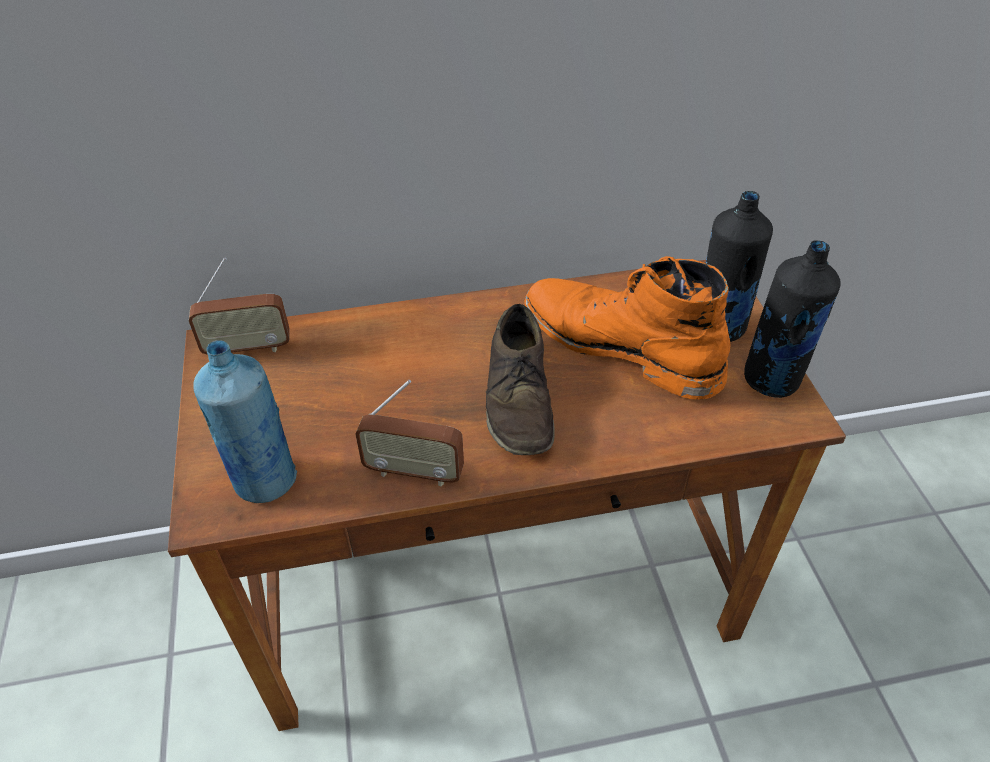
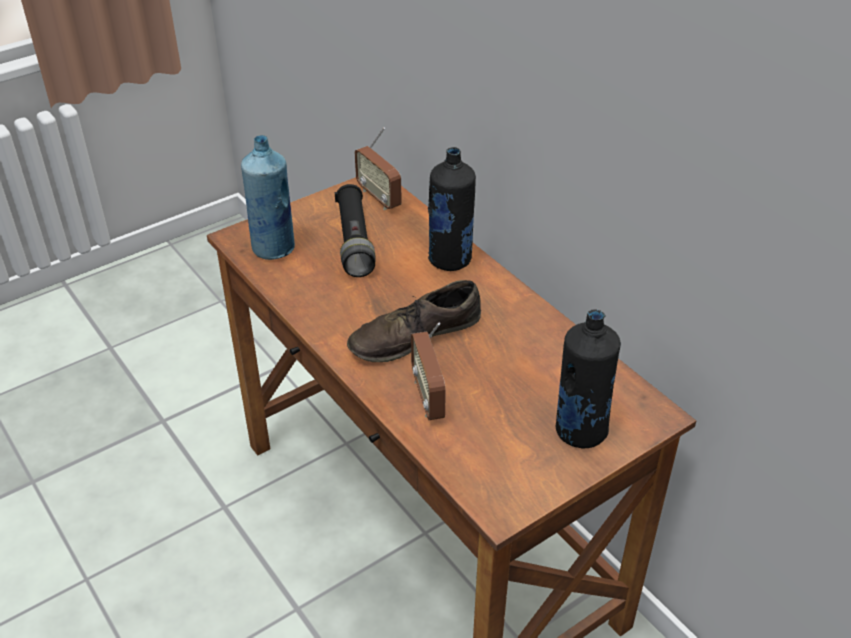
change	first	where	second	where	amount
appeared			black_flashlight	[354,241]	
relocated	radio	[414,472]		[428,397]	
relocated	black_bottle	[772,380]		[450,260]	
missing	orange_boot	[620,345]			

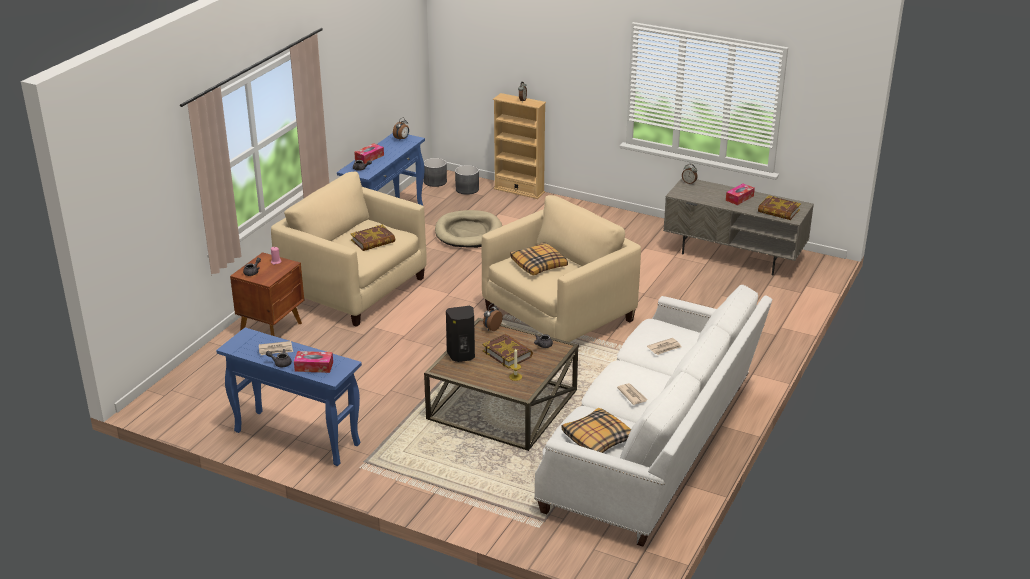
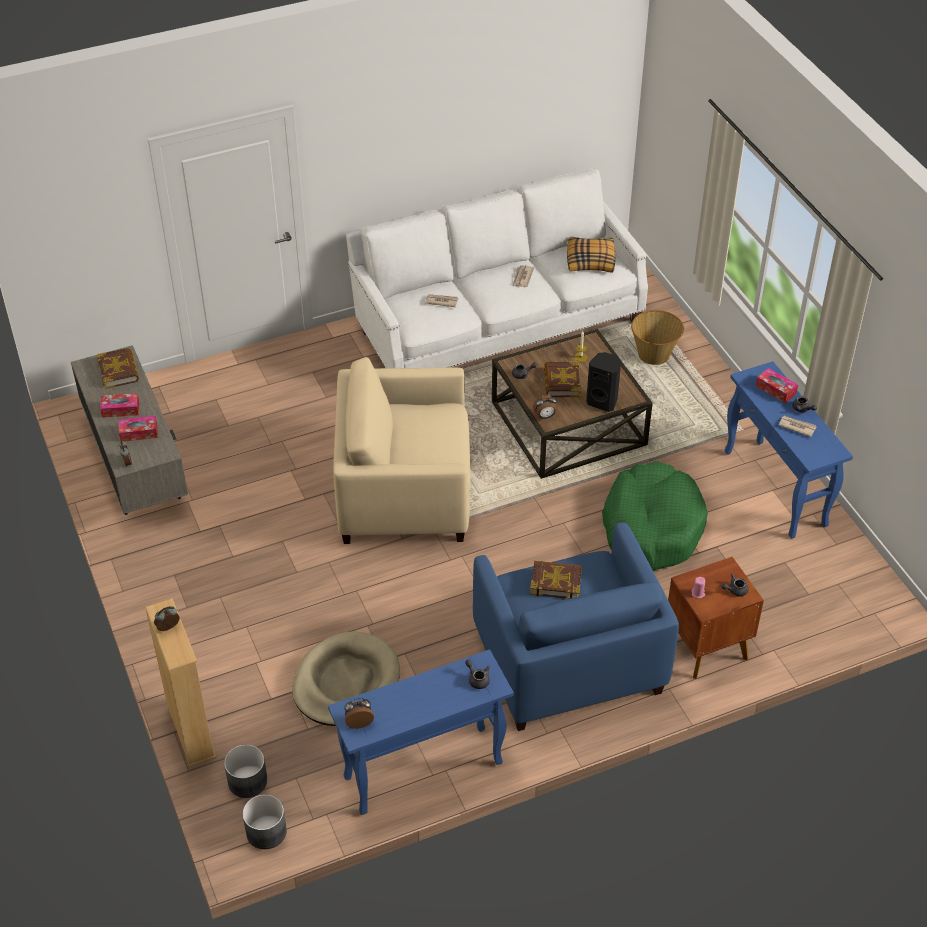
change	first	where	second	where	amount
relocated	tissue_box	[369,157]		[139,433]	
colour	beige_armchair	[354,289]	blue_armchair	[567,661]	
appeared			green_dog_bed	[652,527]	
appeared			basket	[654,355]	
missing	pillow	[539,265]			

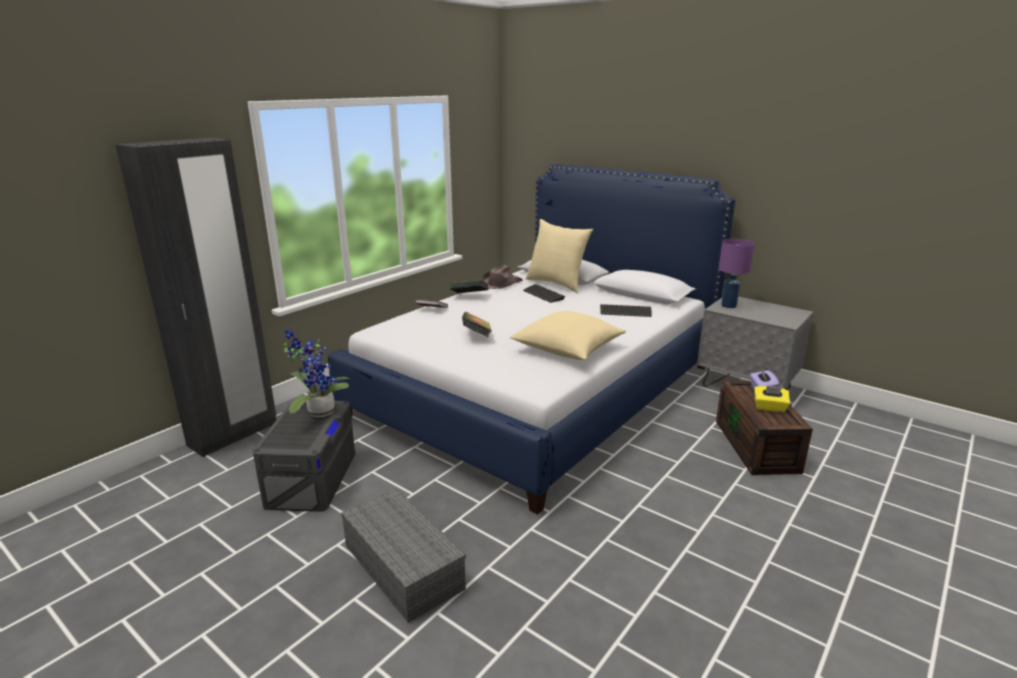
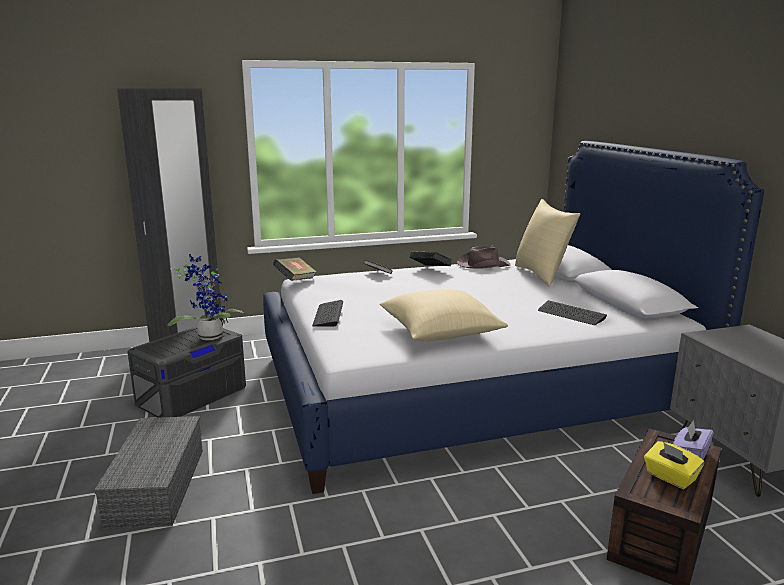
change	first	where	second	where	amount
relocated	book	[476,336]		[295,281]	
relocated	keyboard	[543,294]		[328,315]	
missing	purple_table_lamp	[729,306]			

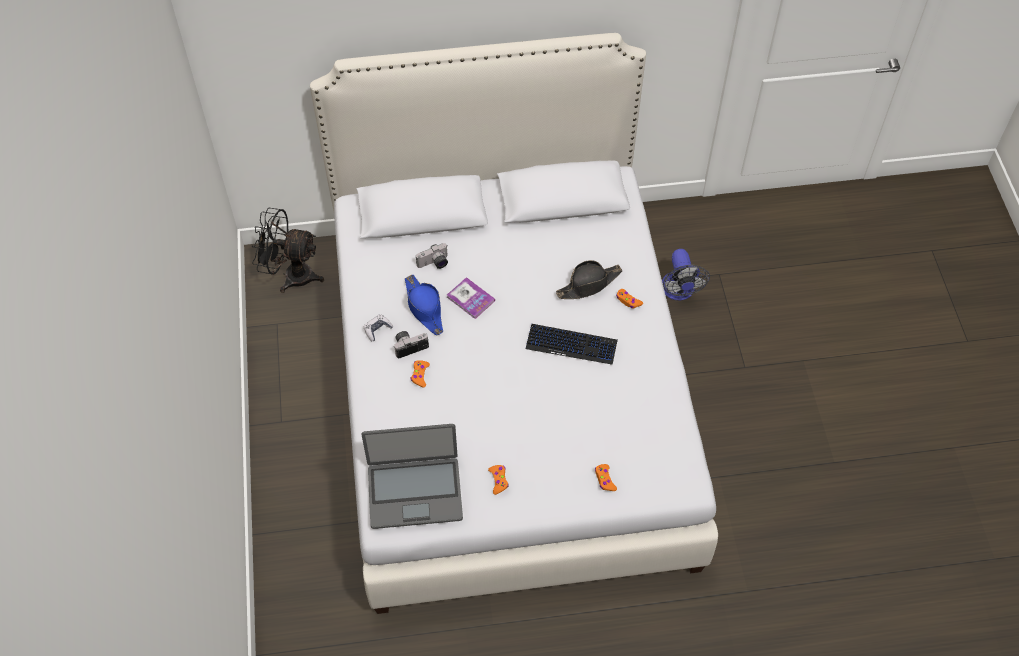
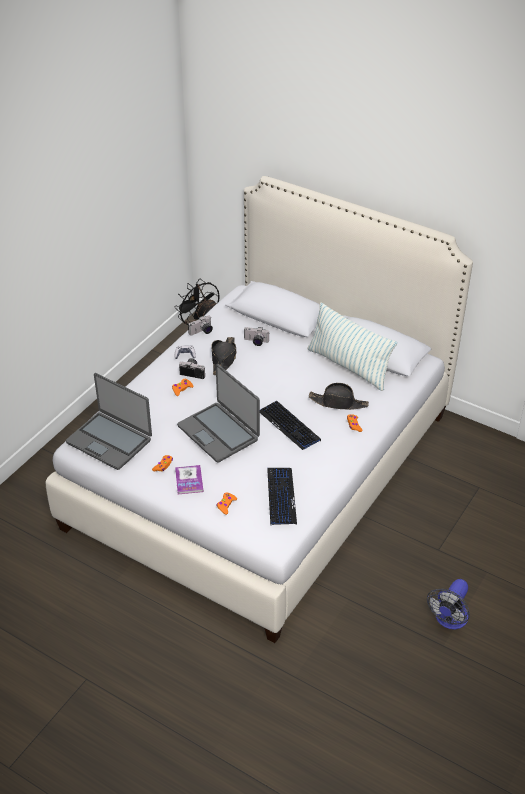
change	first	where	second	where	amount
relocated	book	[470,299]		[189,480]	
appeared			laptop	[219,432]	
appeared			photo_camera	[202,332]	
colour	blue_hat	[424,308]	black_hat	[223,359]	
appeared			keyboard	[281,496]	
appeared			pillow	[348,366]	
relocated	fan	[679,292]		[449,620]	

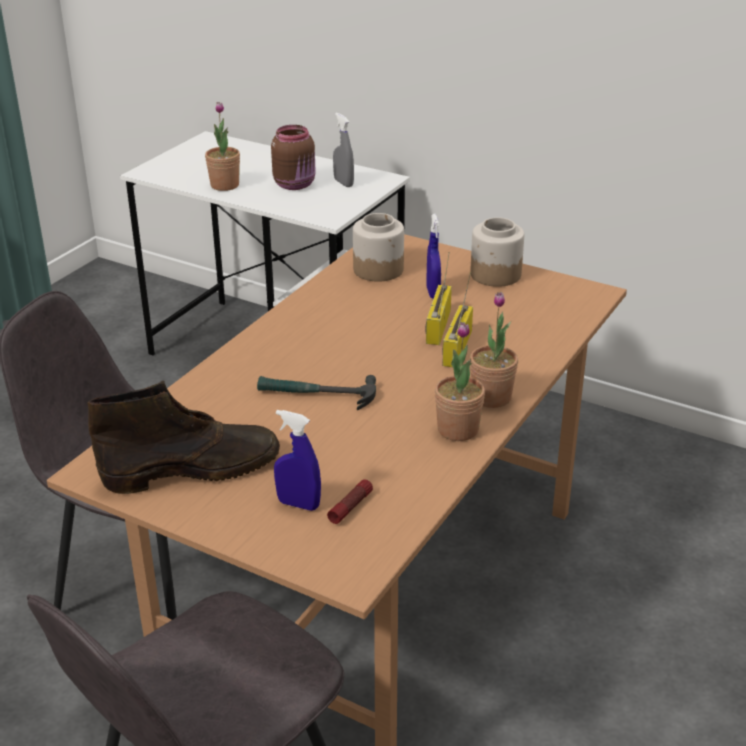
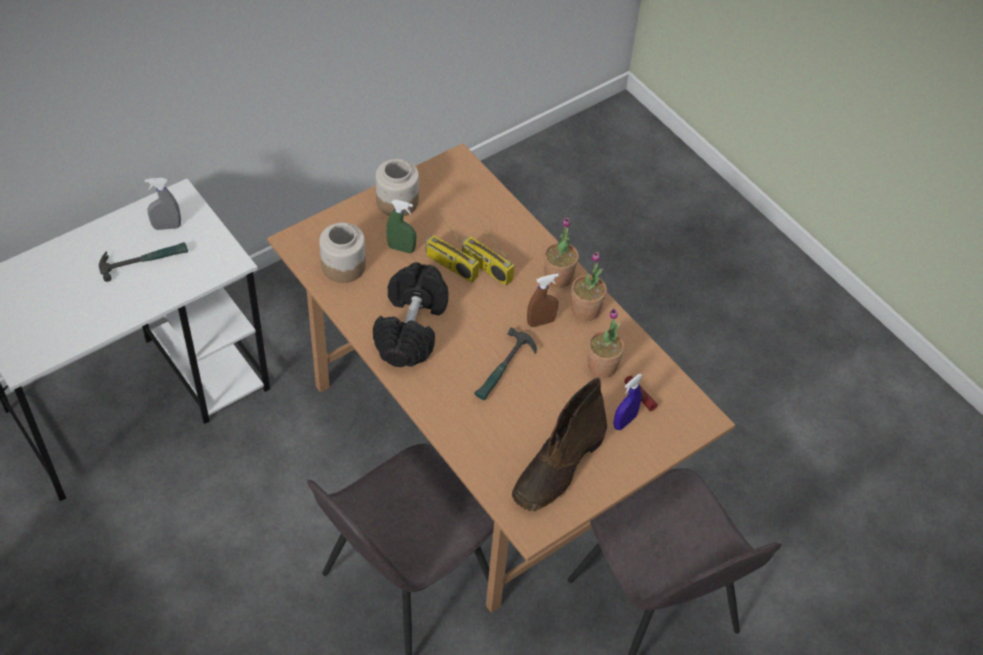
change	first	where	second	where	amount
exchanged	brown_jar	[296,184]	hammer	[144,260]	
appeared			black_dumbbell	[410,327]	
colour	blue_spray_bottle	[433,293]	green_spray_bottle	[401,248]	
spun	brown_boot	[193,469]		[558,467]	150 degrees counterclockwise
appeared			brown_spray_bottle	[541,322]	
relocated	potted_plant	[225,185]		[602,366]	

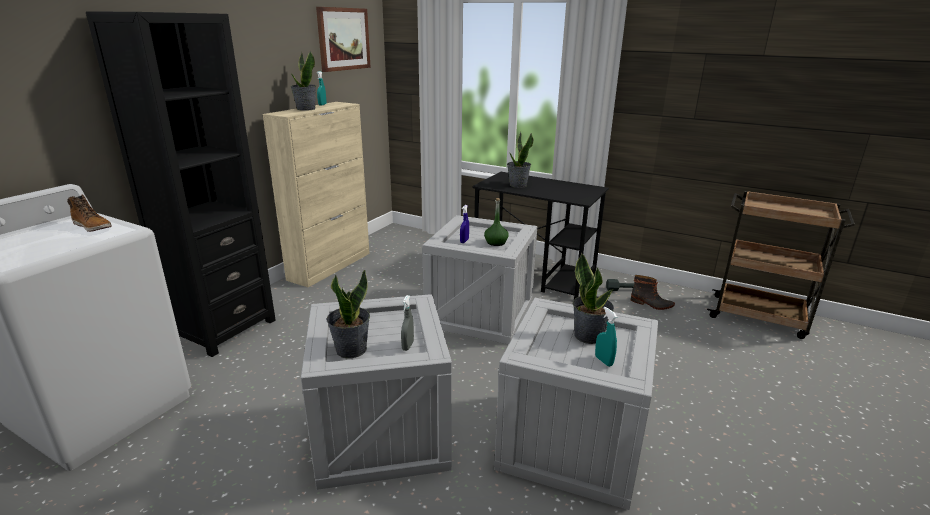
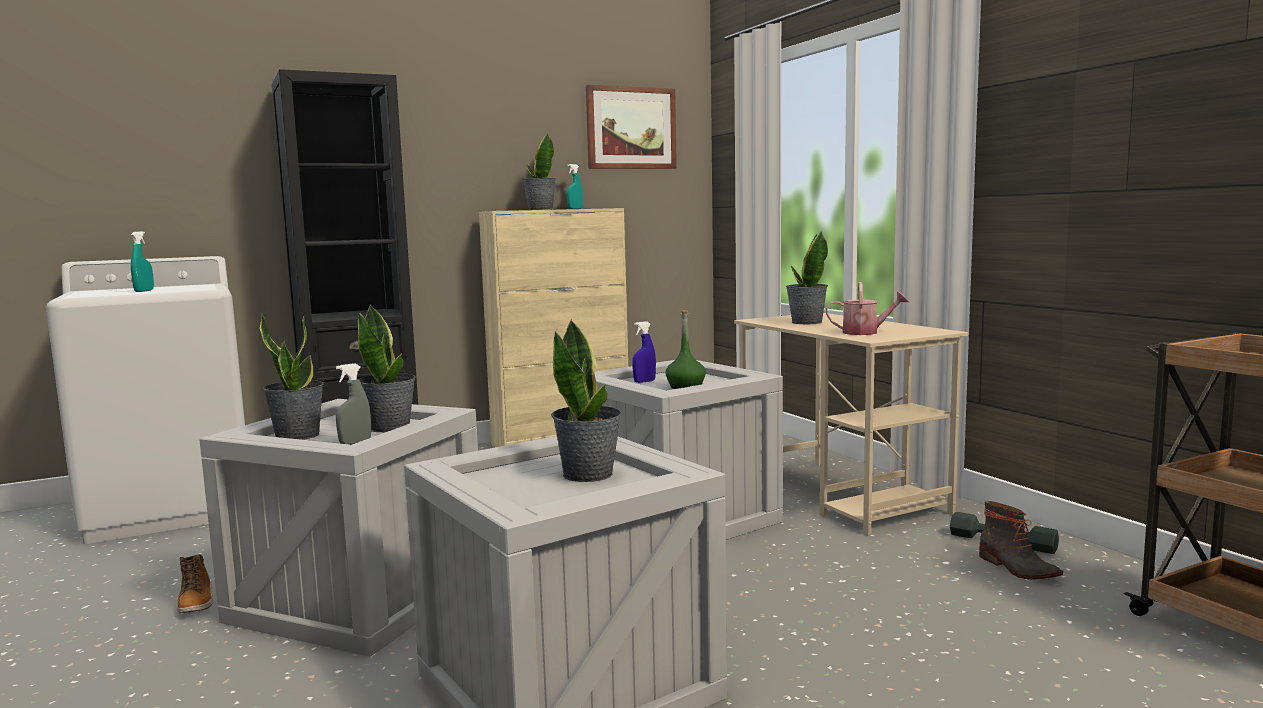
change	first	where	second	where	amount
relocated	turquoise_spray_bottle	[603,361]		[144,291]	
relocated	boot	[93,226]		[196,601]	
appeared			potted_plant	[390,427]	
colour	black_desk	[535,276]	beige_desk	[841,495]	
appeared			watering_can	[865,332]	

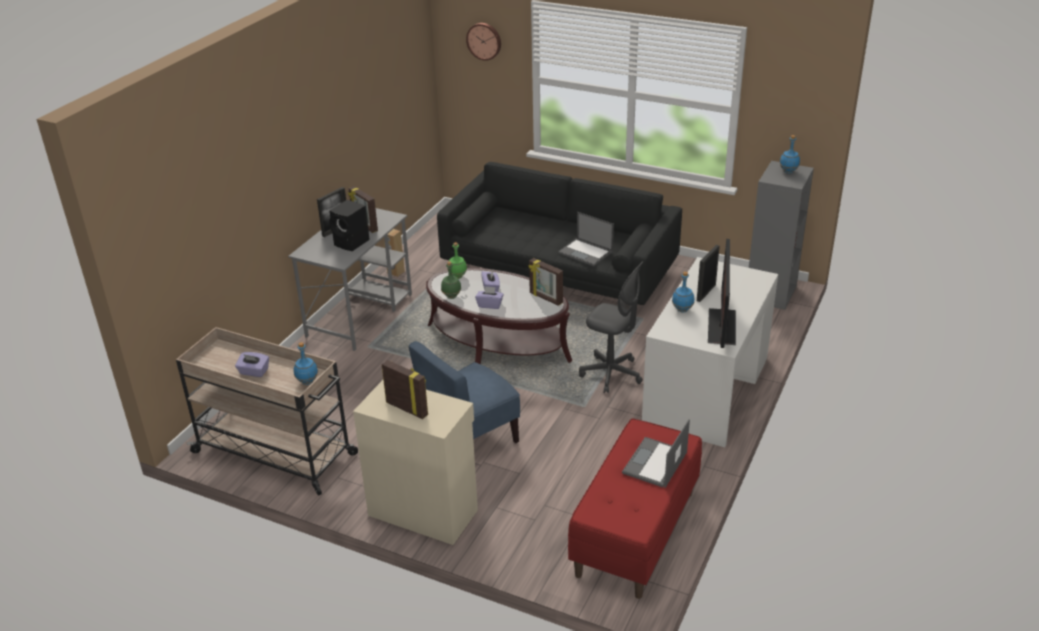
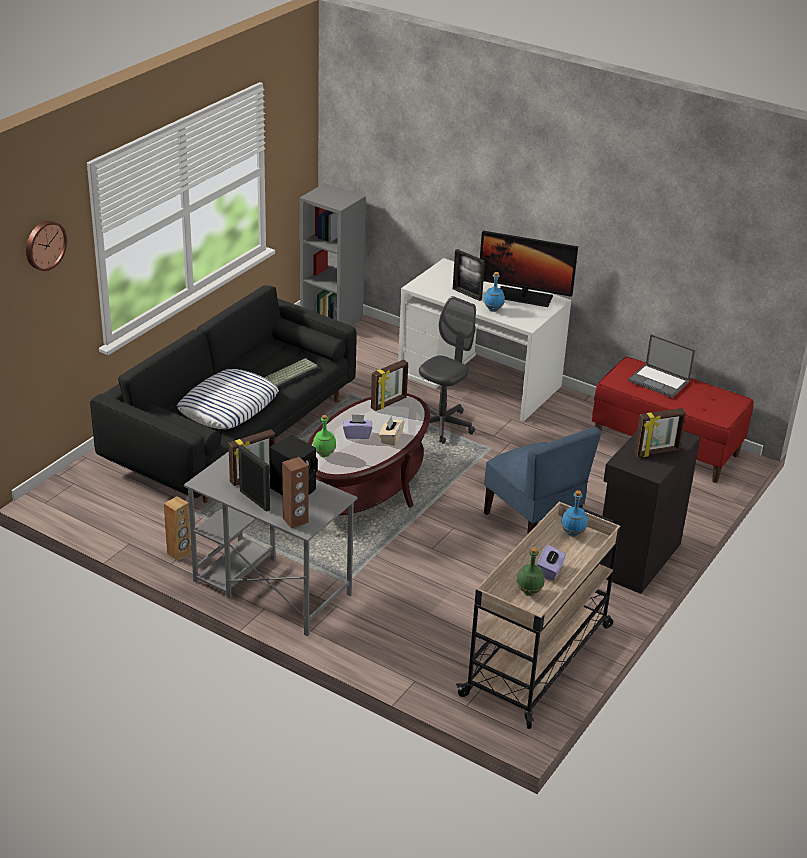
change	first	where	second	where	amount
appeared			pillow	[228,406]	
exchanged	laptop	[586,252]	keyboard	[290,374]	
appeared			brown_speaker	[295,521]	
colour	purple_tissue_box	[490,305]	beige_tissue_box	[391,438]	
relocated	green_bottle	[452,296]		[529,591]	
colour	beige_cabinet	[423,511]	black_cabinet	[636,558]	
spun	picture_frame	[407,408]		[656,452]	150 degrees counterclockwise
missing	blue_bottle	[788,171]			

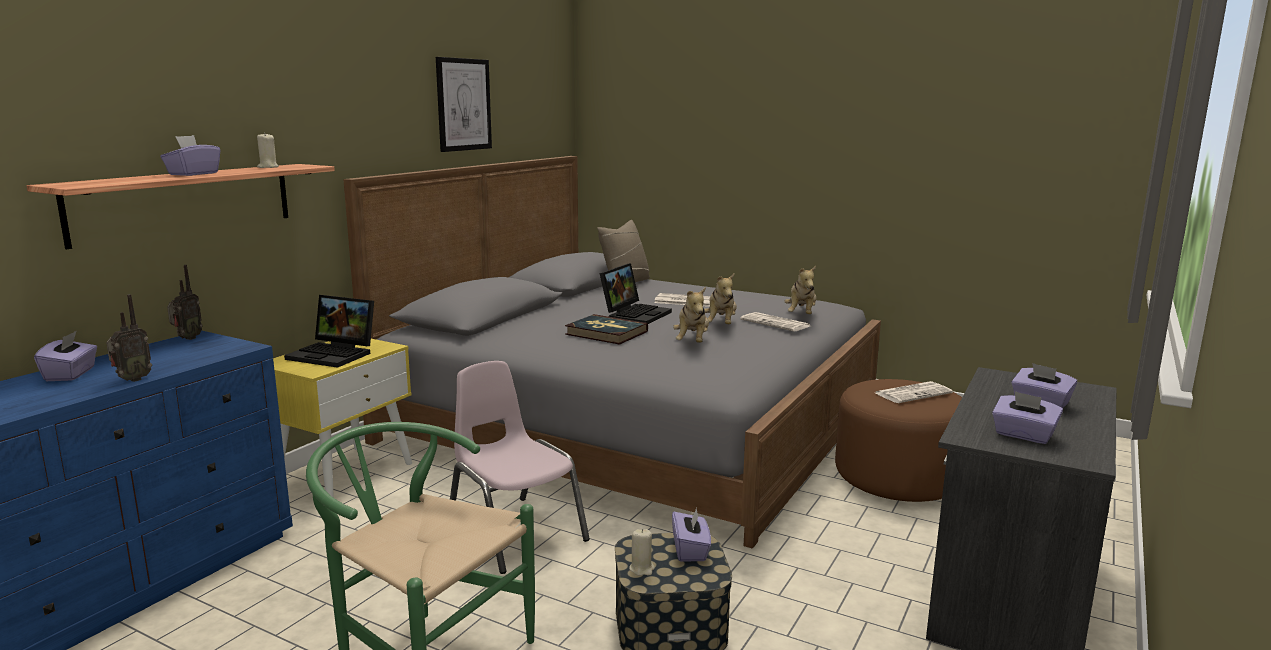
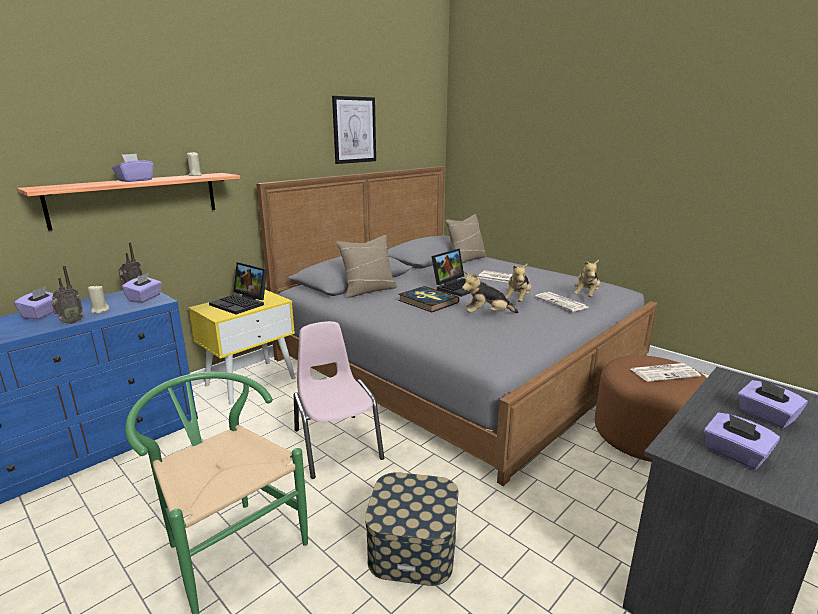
change	first	where	second	where	amount
relocated	beige_candle	[642,569]		[100,310]	
relocated	purple_tissue_box	[690,550]		[145,298]	
appeared			beige_pillow	[368,290]	
spun	plush_toy	[692,342]		[487,315]	60 degrees clockwise

